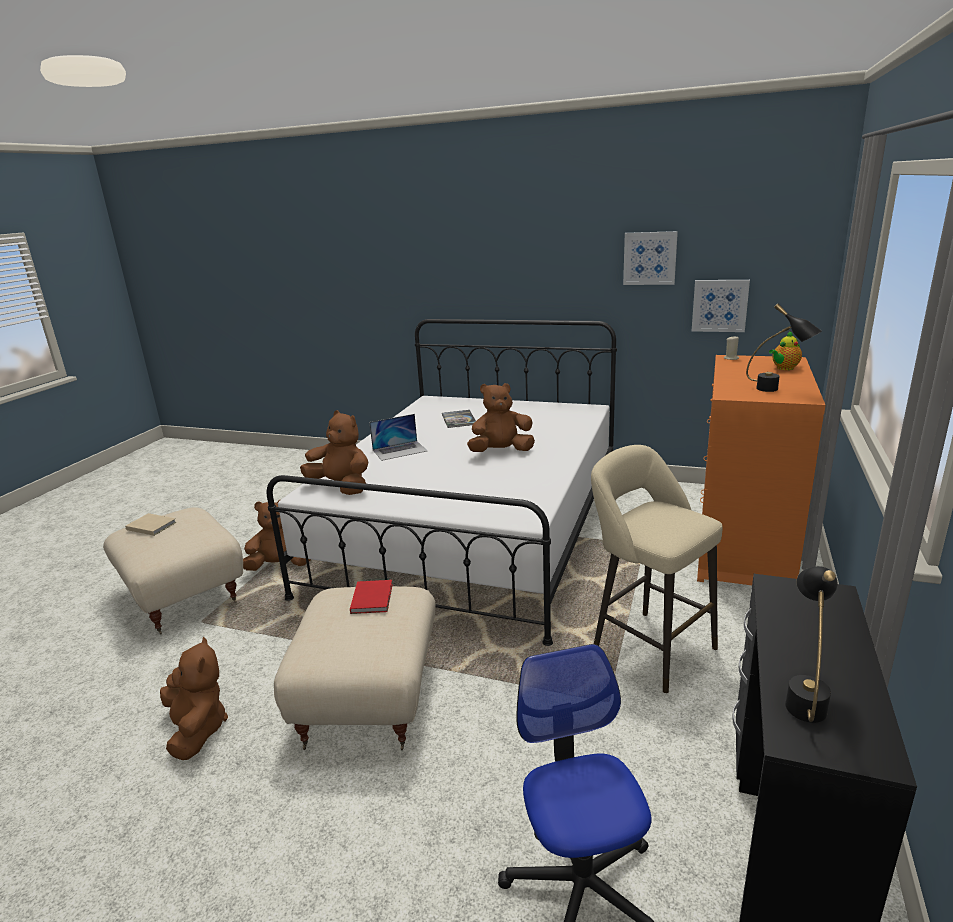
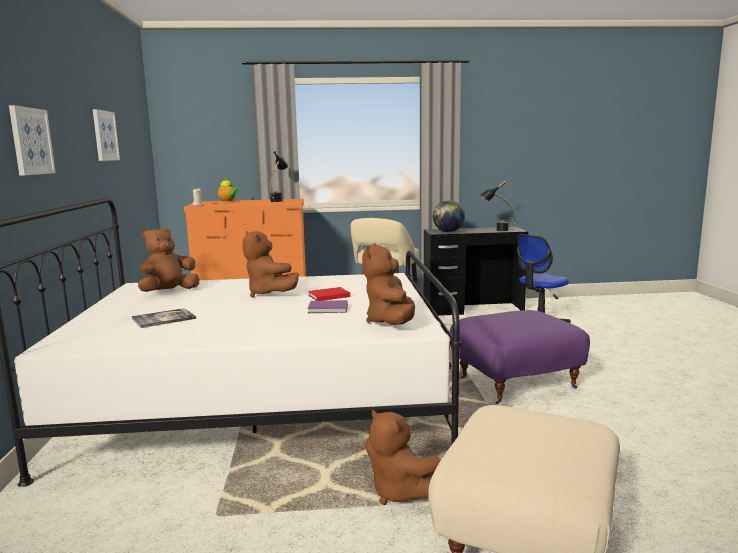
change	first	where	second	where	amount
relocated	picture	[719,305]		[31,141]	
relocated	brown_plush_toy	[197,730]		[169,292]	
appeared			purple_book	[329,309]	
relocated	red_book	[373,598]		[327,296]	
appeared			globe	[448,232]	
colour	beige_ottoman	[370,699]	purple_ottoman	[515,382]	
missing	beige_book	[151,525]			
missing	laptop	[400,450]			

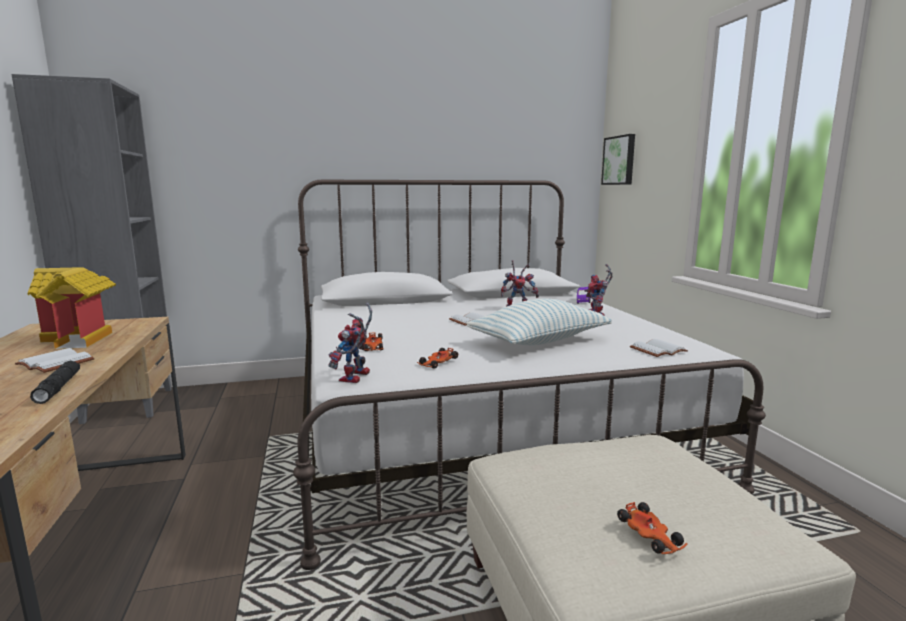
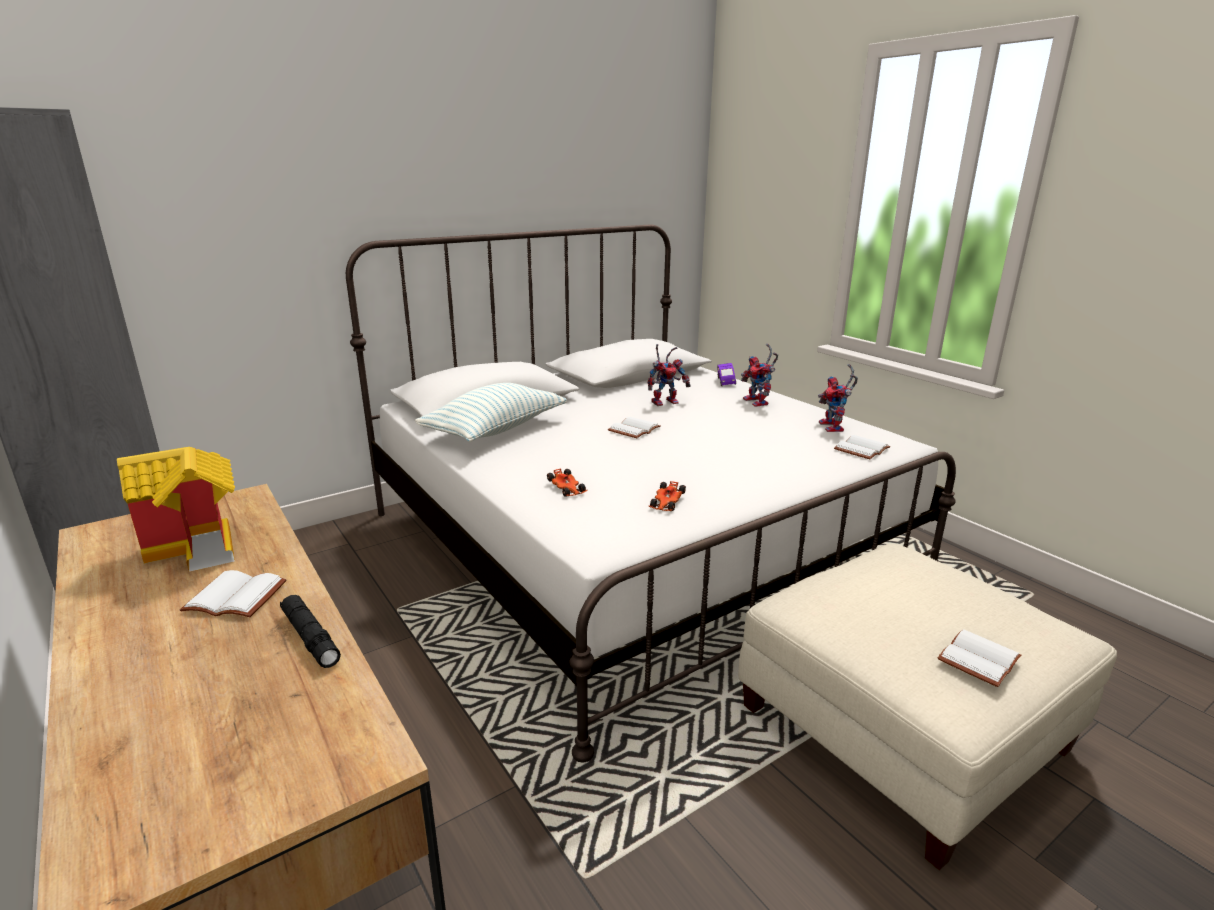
change	first	where	second	where	amount
relocated	pillow	[539,341]		[495,430]	
relocated	toy_robot	[355,378]		[834,428]	
exchanged	toy_car	[650,536]	white_book	[977,657]	
missing	picture	[620,160]			

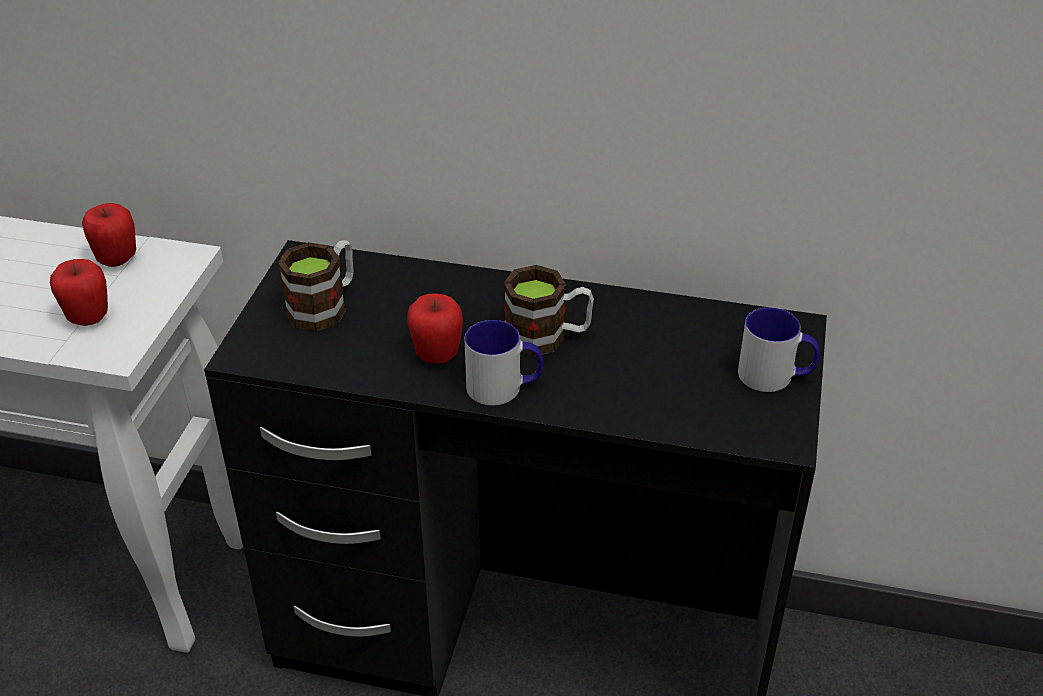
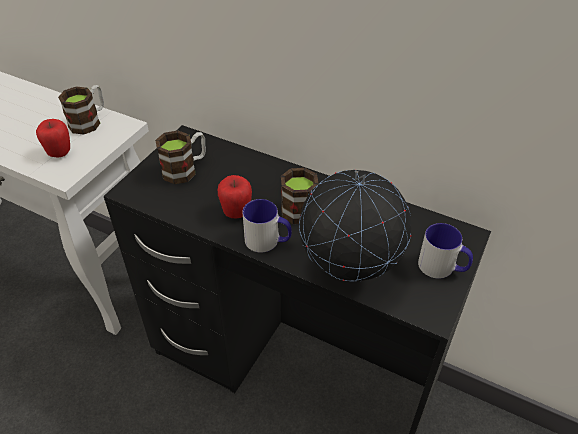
change	first	where	second	where	amount
exchanged	apple	[117,260]	mug	[89,121]	
appeared			globe	[349,270]	

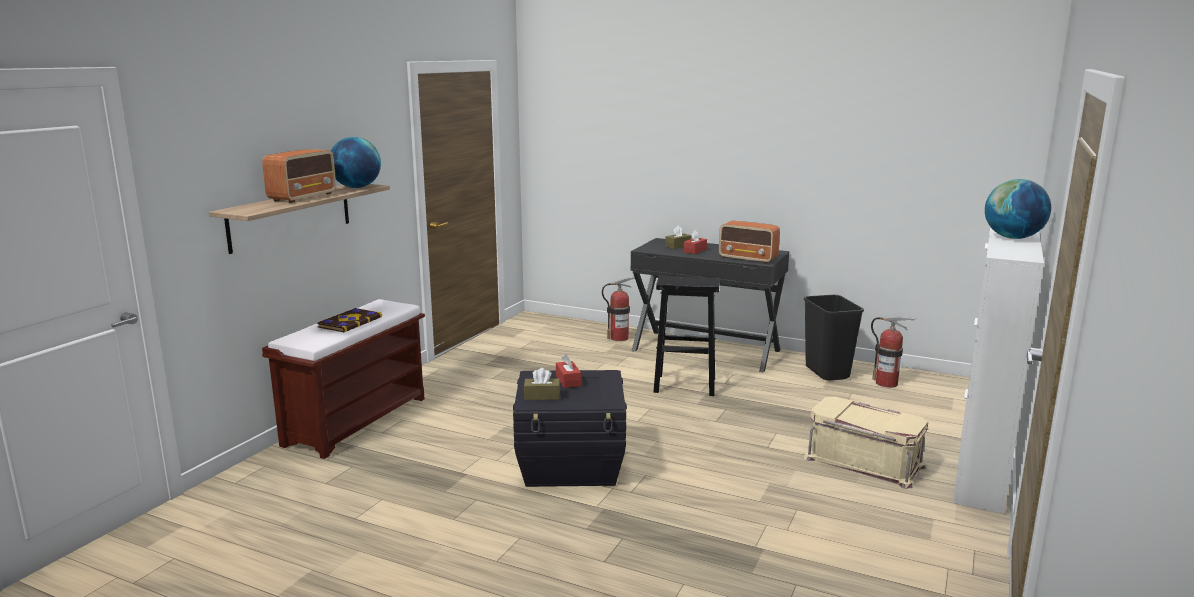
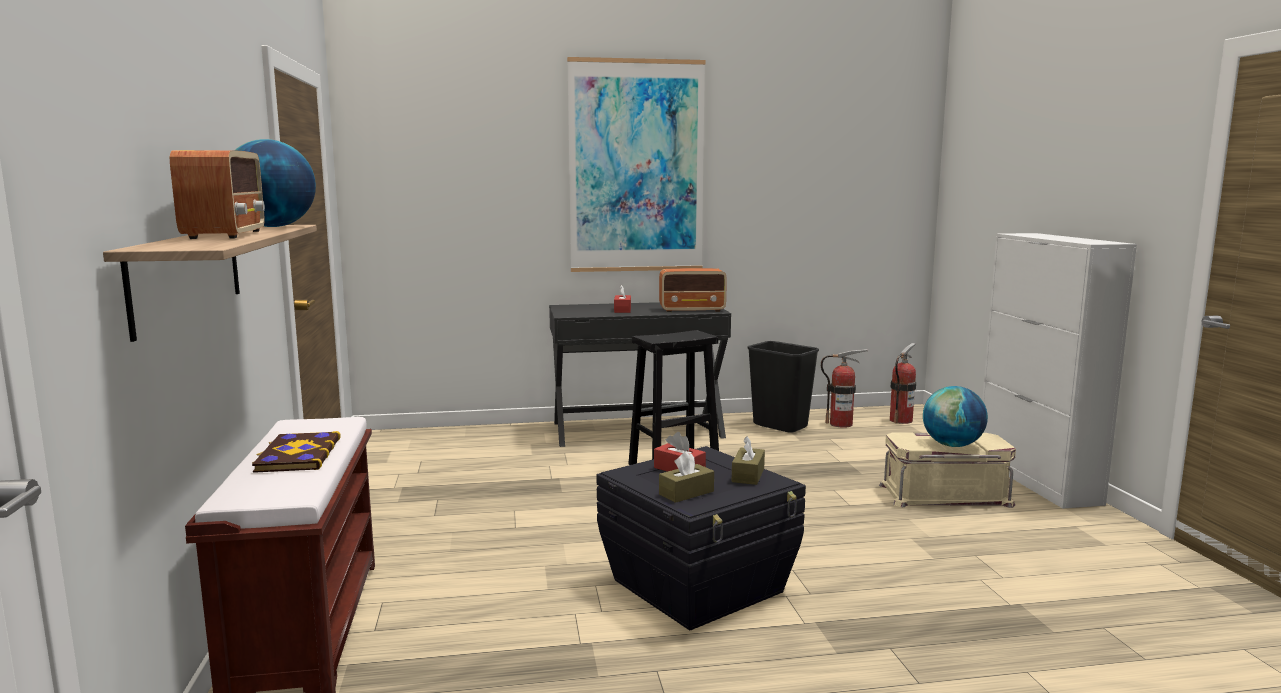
change	first	where	second	where	amount
appeared			picture	[636,167]	
relocated	brown_tissue_box	[678,246]		[748,475]	
relocated	fire_extinguisher	[619,338]		[901,420]	
relocated	globe	[1013,238]		[952,445]	

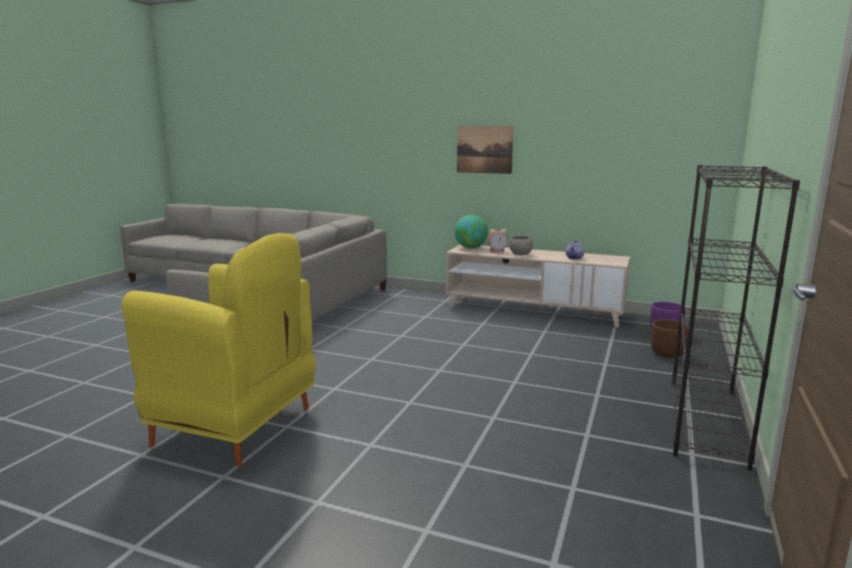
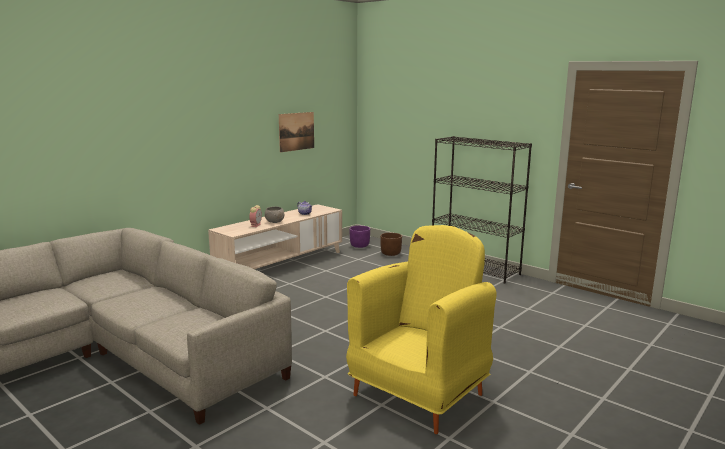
change	first	where	second	where	amount
relocated	picture	[484,149]		[296,131]	
missing	globe	[470,248]			

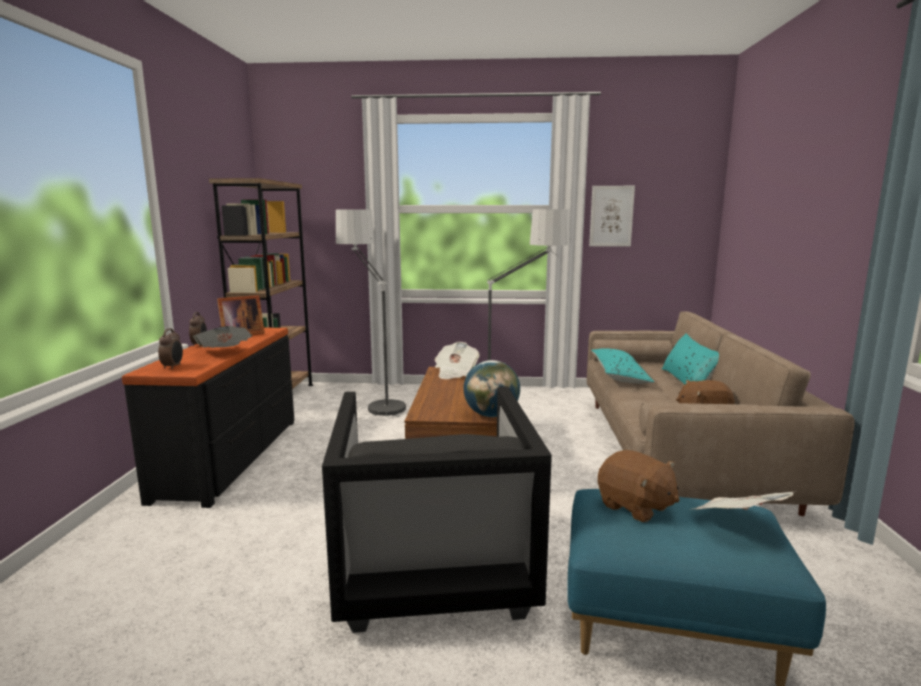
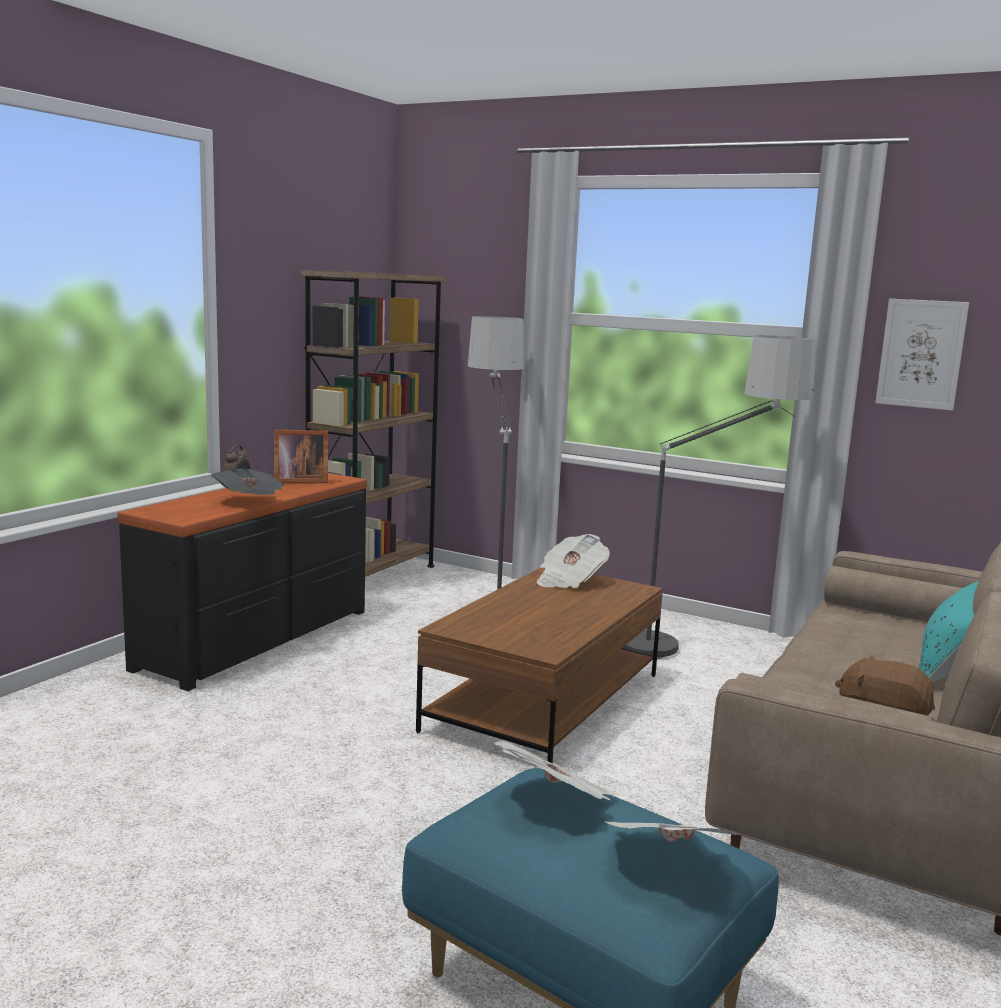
change	first	where	second	where	amount
exchanged	brown_plush_toy	[635,507]	newspaper	[557,802]	
missing	alarm_clock	[173,367]			
missing	black_armchair	[433,569]			
missing	globe	[491,415]			
missing	turquoise_pillow	[619,375]			

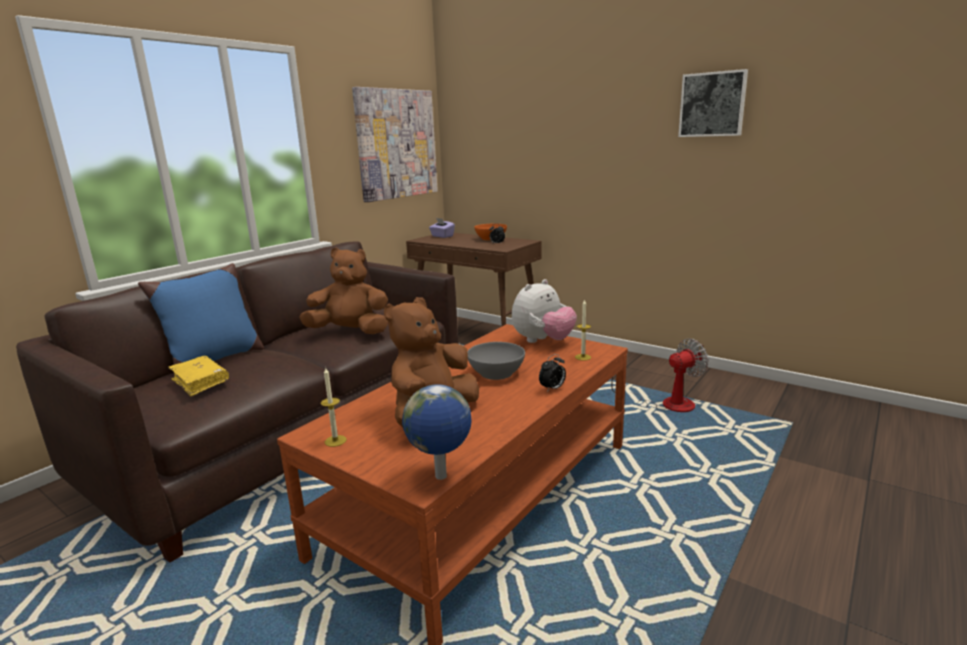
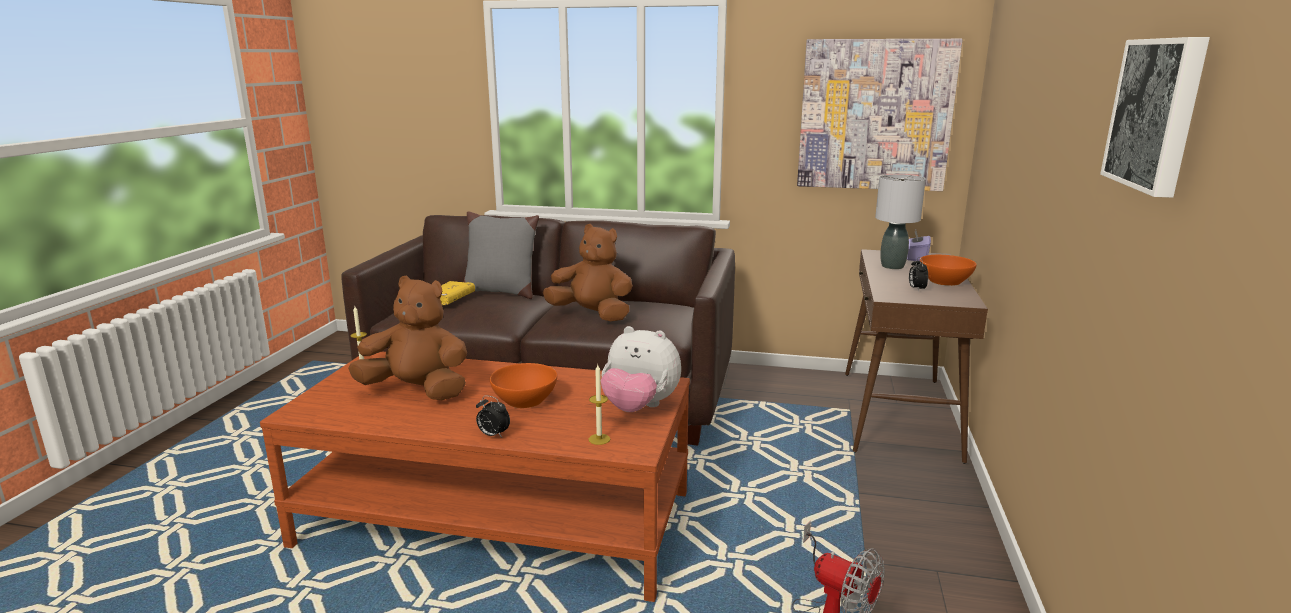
change	first	where	second	where	amount
colour	blue_pillow	[214,359]	grey_pillow	[500,292]	
colour	grey_bowl	[496,373]	orange_bowl	[525,400]	
spun	brown_plush_toy	[350,332]		[592,315]	45 degrees counterclockwise
appeared			grey_table_lamp	[892,266]	
missing	globe	[441,477]			

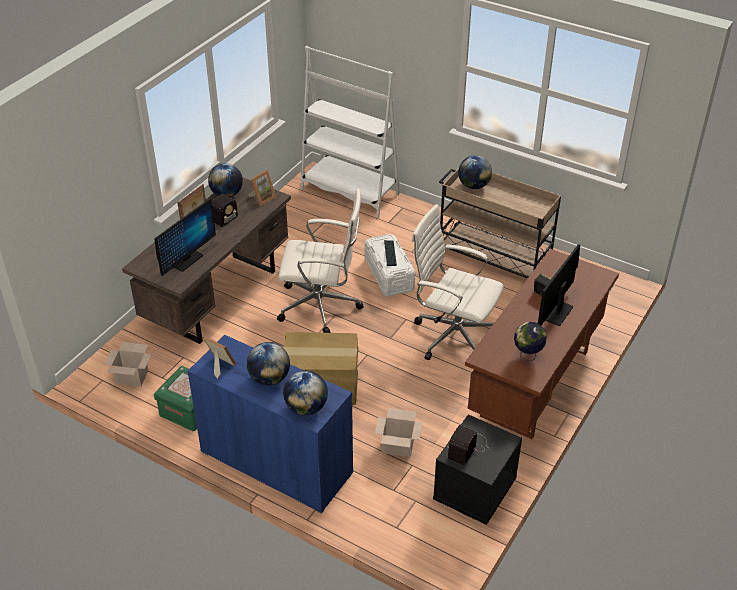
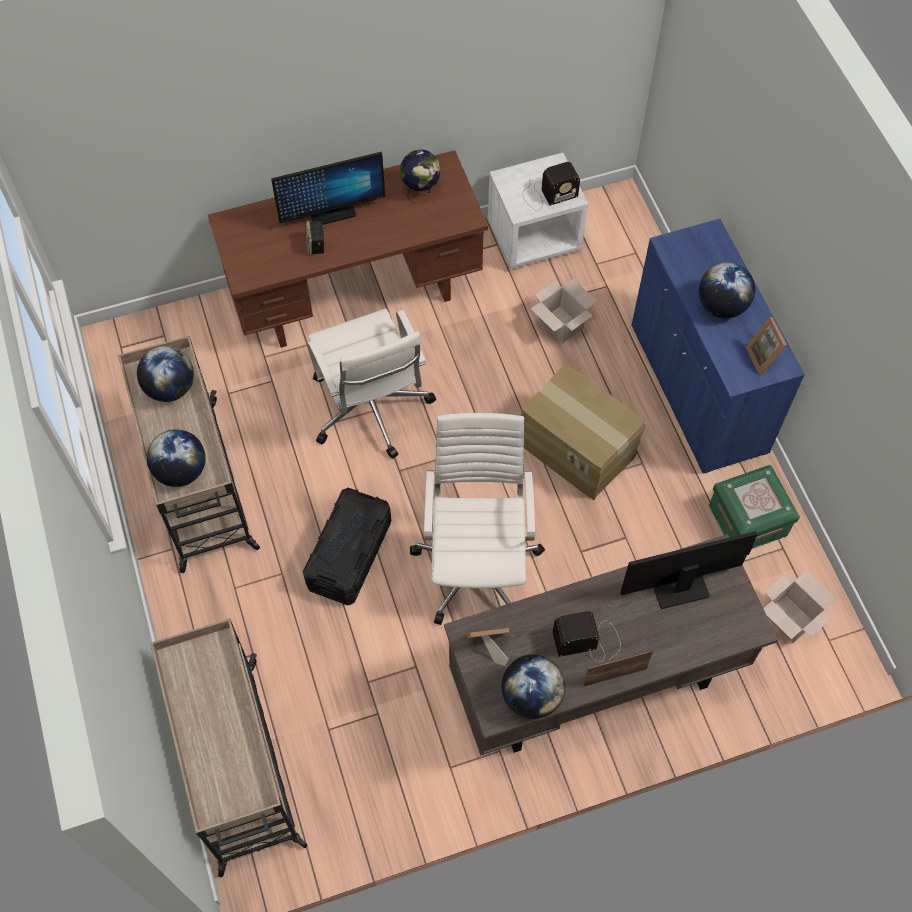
change	first	where	second	where	amount
relocated	globe	[306,407]		[170,388]	
exchanged	white_bookcase	[350,192]	beige_cart	[238,767]	
colour	white_storage_box	[389,275]	black_storage_box	[349,555]	
spun	white_office_chair	[321,306]		[478,565]	45 degrees clockwise
colour	black_nightstand	[474,491]	white_nightstand	[534,236]	

